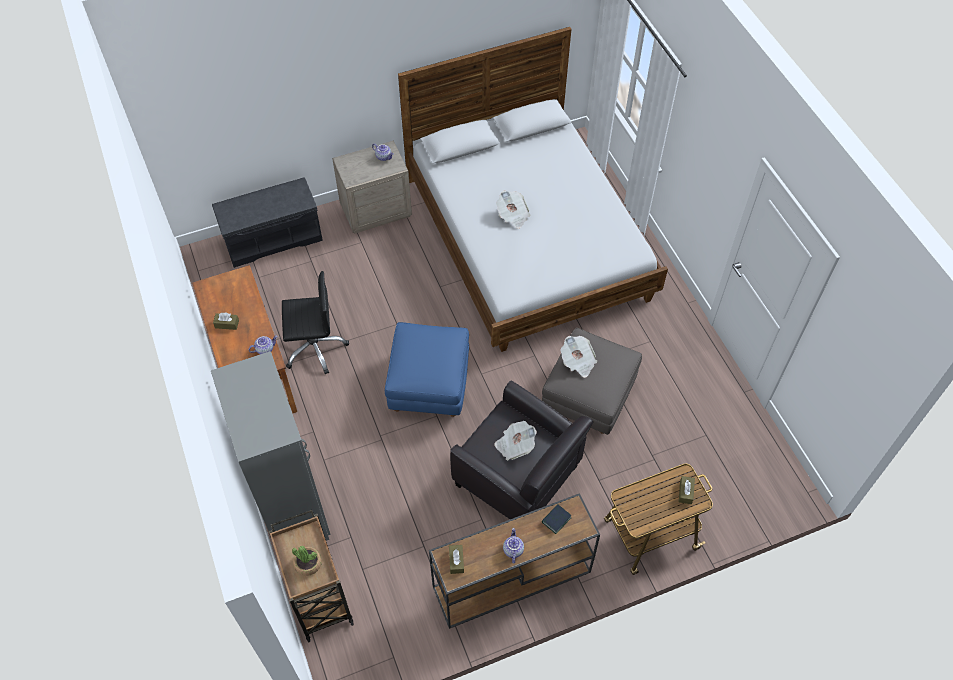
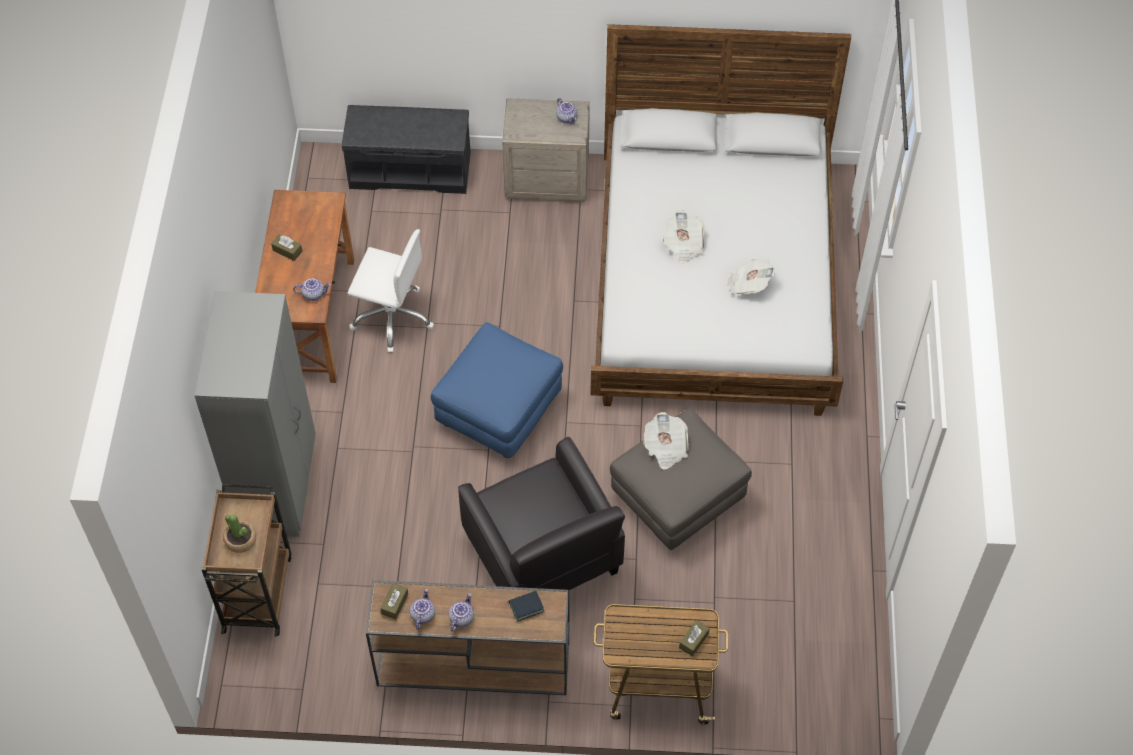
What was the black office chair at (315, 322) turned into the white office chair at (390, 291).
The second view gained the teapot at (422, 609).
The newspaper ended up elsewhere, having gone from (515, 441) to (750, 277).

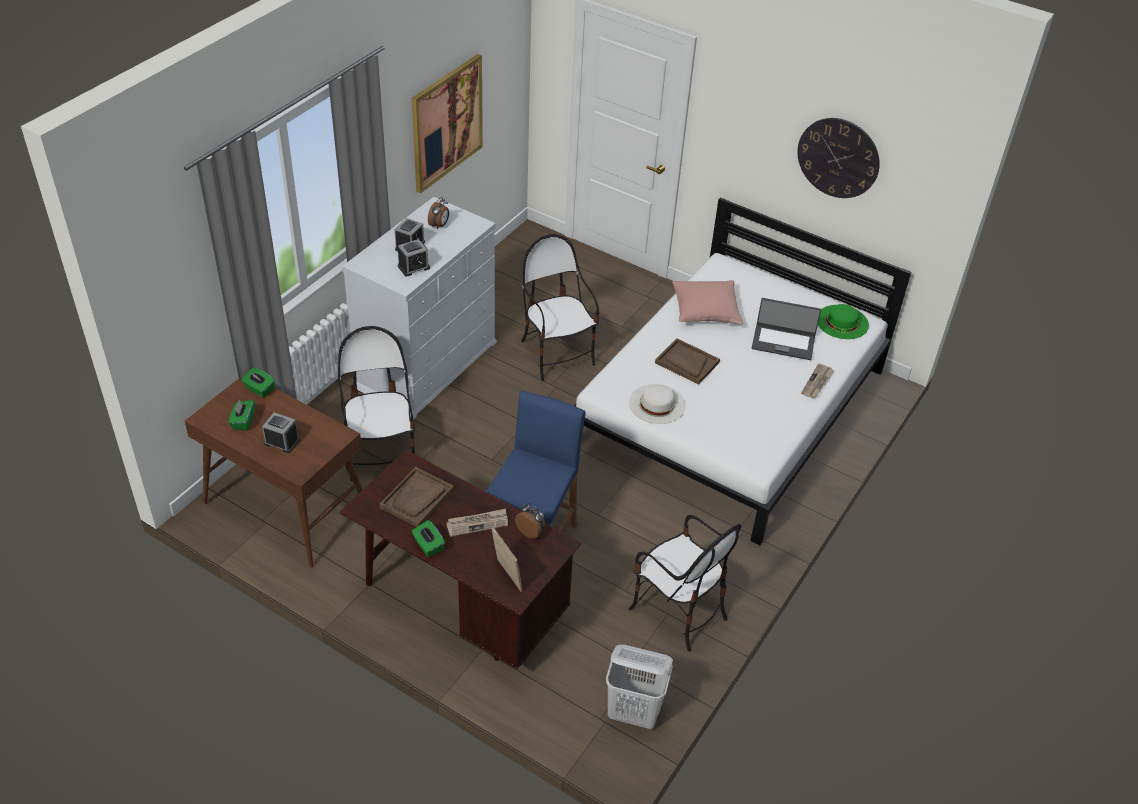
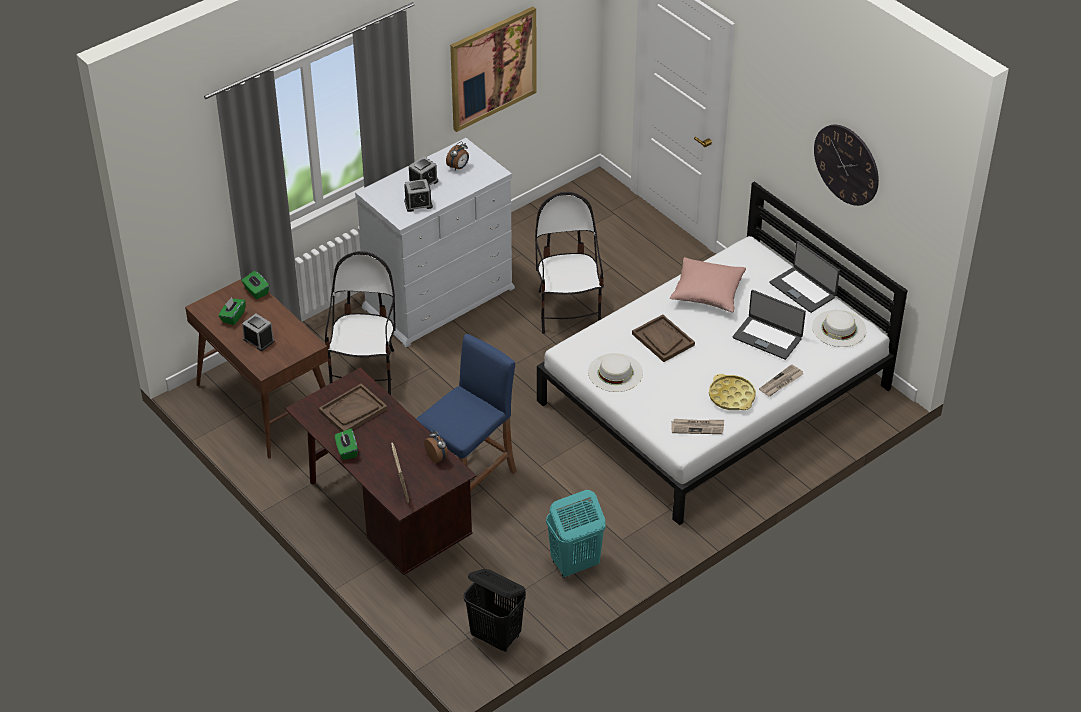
What was the white laundry basket at (639, 687) turned into the black laundry basket at (495, 610).
Where the chair stood at (684, 583), the turquoise laundry basket came to stand at (576, 534).
The newspaper ended up elsewhere, having gone from (477, 523) to (697, 426).
The second view gained the yellow tray at (732, 392).
The second view gained the laptop at (805, 277).
What was the green hat at (843, 321) turned into the white hat at (839, 328).

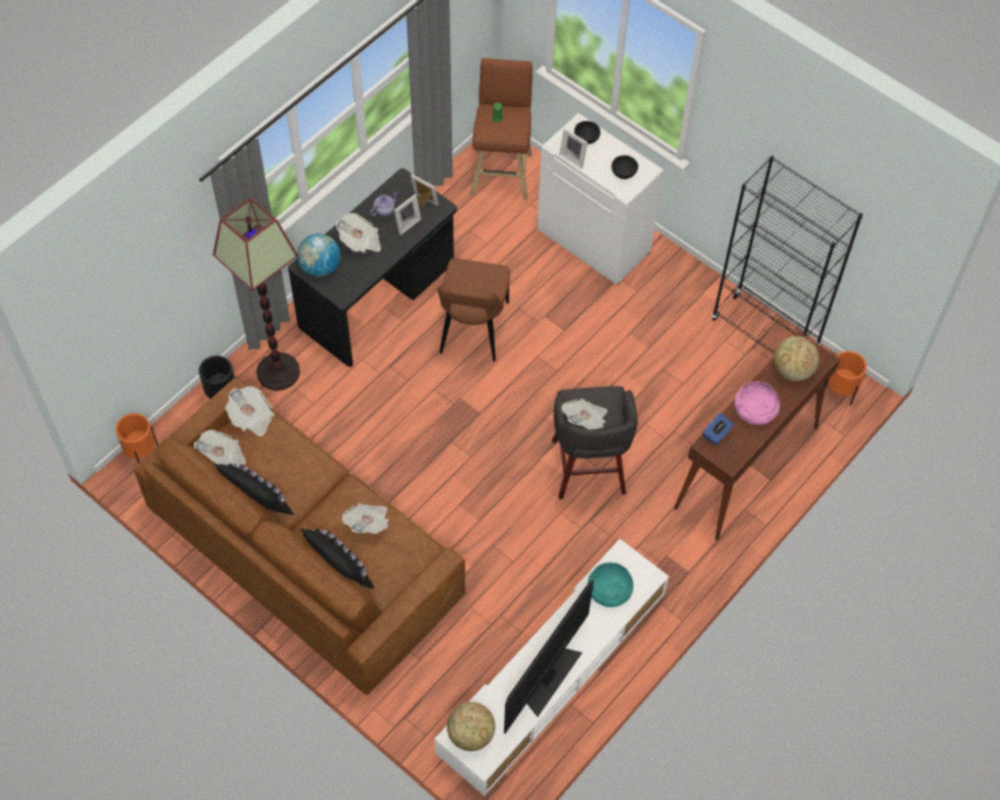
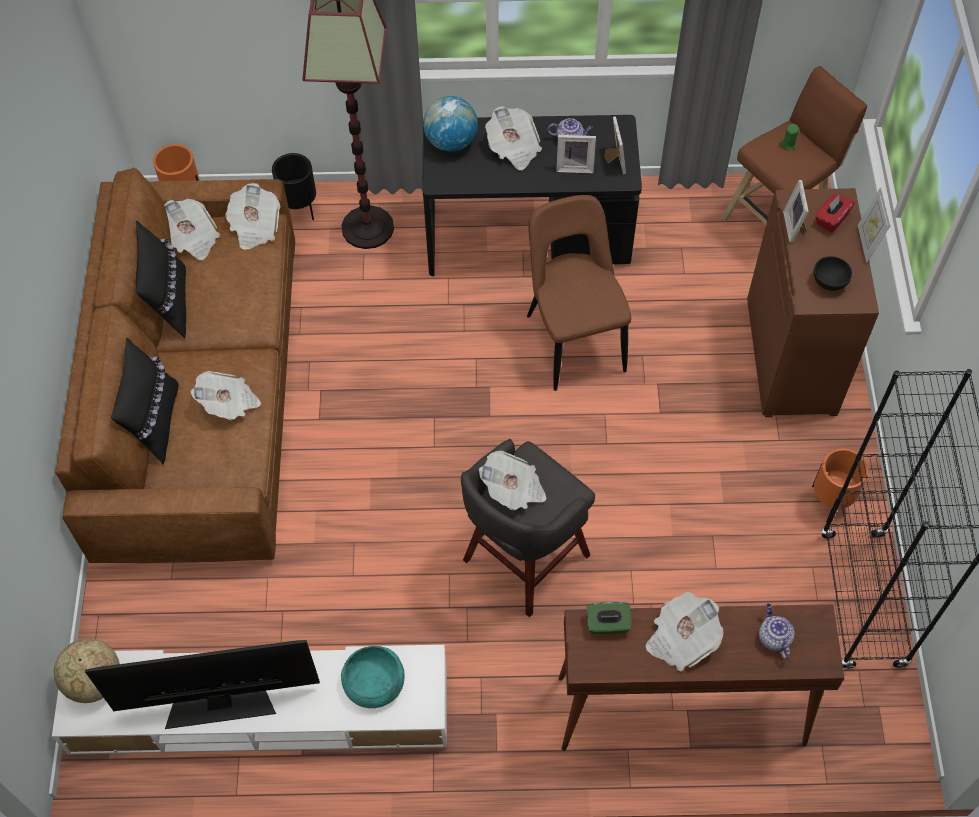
The brown chair at (473, 309) ended up facing another way, 105 degrees clockwise from before.
What was the blue tissue box at (718, 429) turned into the green tissue box at (608, 618).
Where the pink bowl stood at (757, 403), the newspaper came to stand at (684, 632).
What was the white cabinet at (600, 199) turned into the brown cabinet at (813, 302).
Where the globe stood at (796, 358), the teapot came to stand at (777, 631).
The orange planter ended up elsewhere, having gone from (846, 378) to (840, 485).
Where the black bowl stood at (587, 132), the red tissue box came to stand at (835, 213).
The second view gained the picture frame at (874, 225).

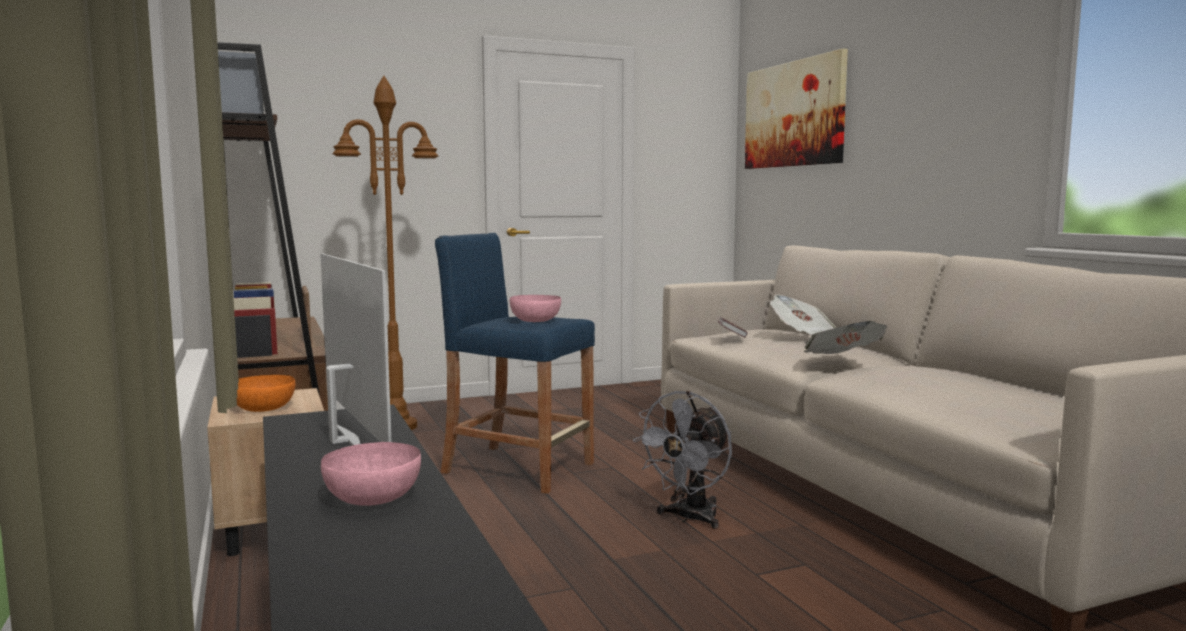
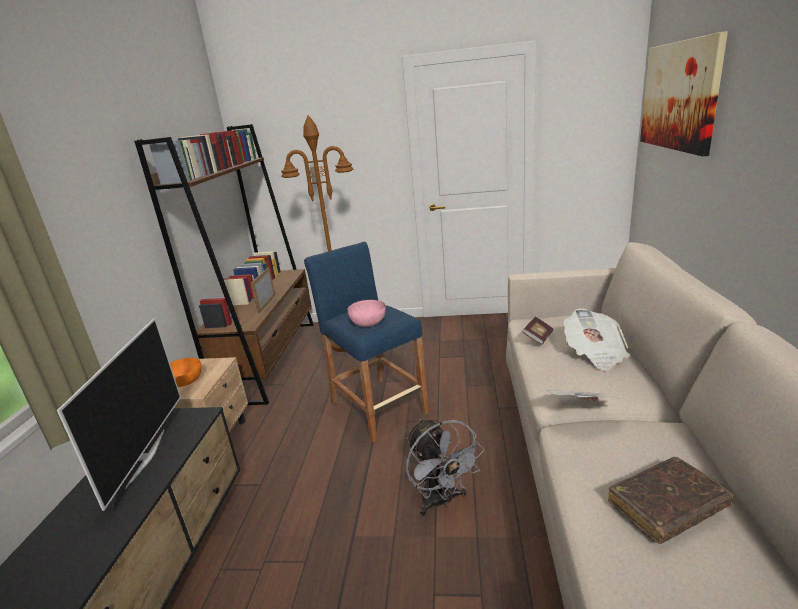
The grey fan at (682, 460) ended up facing another way, 90 degrees counterclockwise from before.
The second view gained the brown book at (670, 500).
The second view lost the pink bowl at (371, 474).

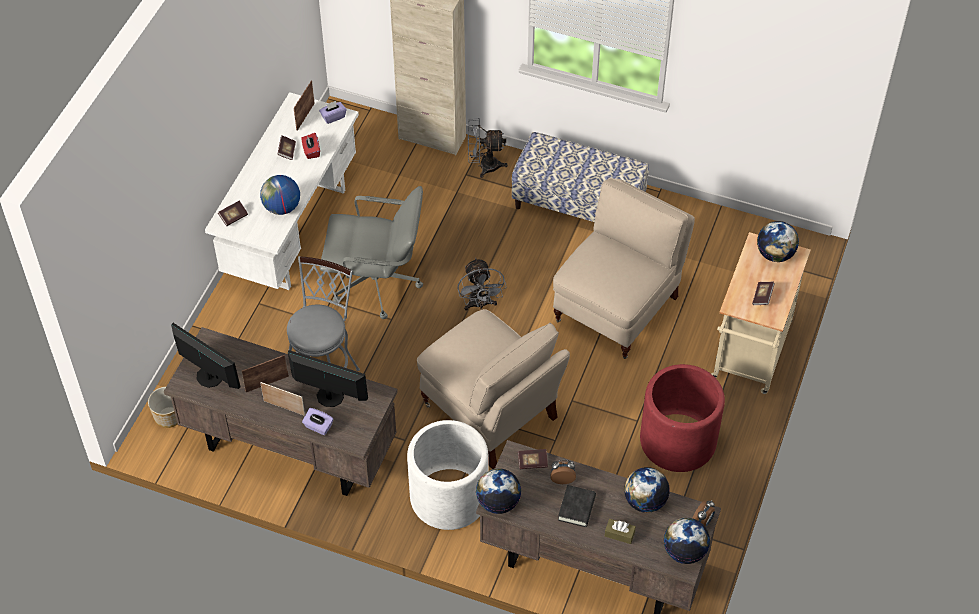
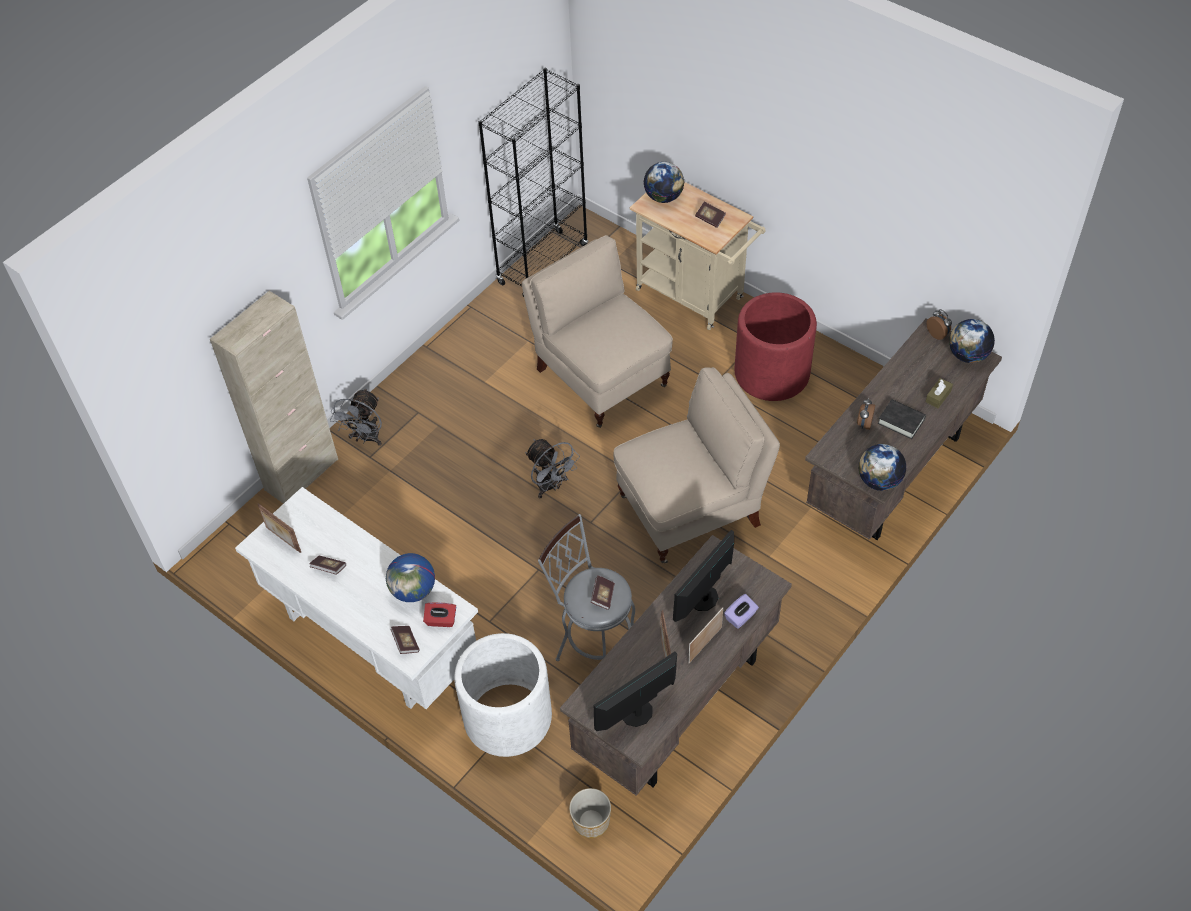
The red tissue box ended up elsewhere, having gone from (311, 146) to (440, 614).
The white planter ended up elsewhere, having gone from (448, 475) to (503, 695).
The second view gained the black bookcase at (533, 182).
The grey fan at (481, 284) ended up facing another way, 45 degrees clockwise from before.
The book ended up elsewhere, having gone from (533, 459) to (603, 592).
The second view lost the purple tissue box at (333, 112).
The second view lost the grey office chair at (371, 252).
The second view lost the bench at (580, 177).
The second view lost the globe at (647, 490).

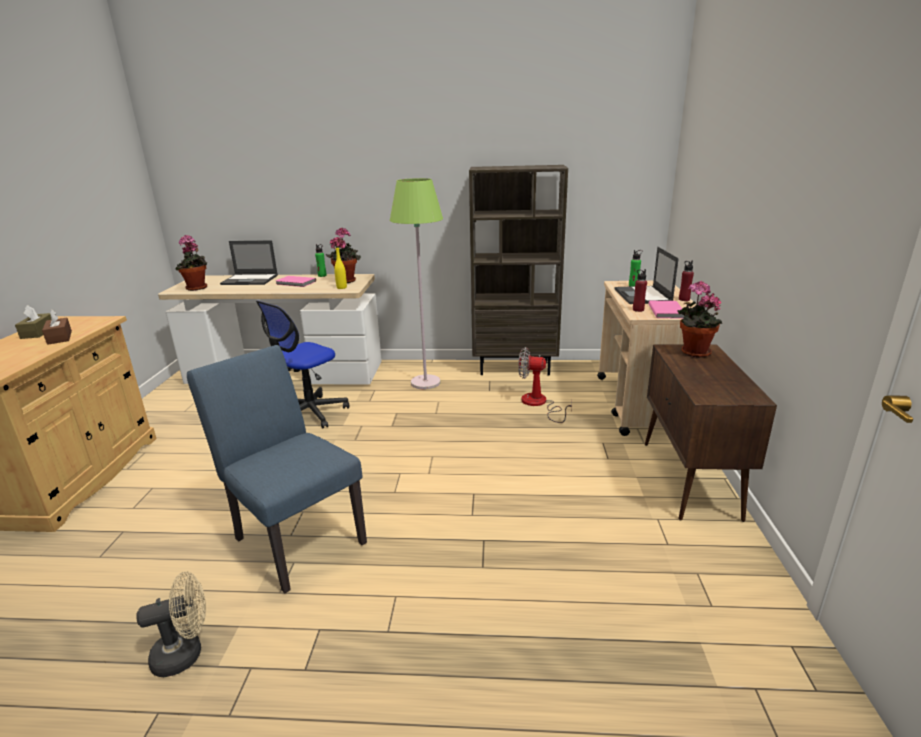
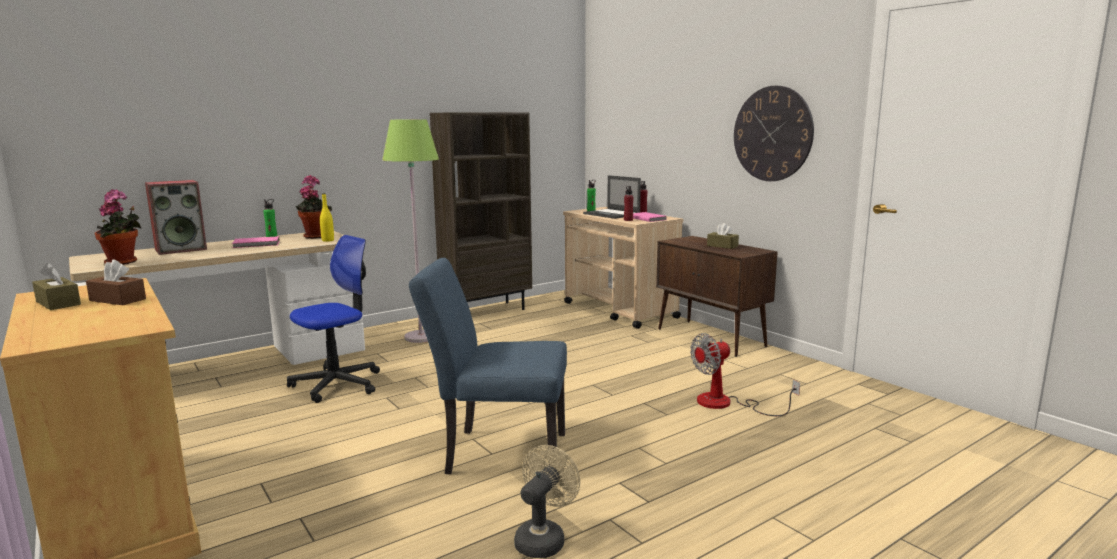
Where the laptop stood at (249, 262), the speaker came to stand at (176, 217).
The office chair at (302, 364) ended up facing another way, 135 degrees counterclockwise from before.
The fan ended up elsewhere, having gone from (545, 385) to (745, 374).
The second view gained the brown tissue box at (723, 236).
The second view gained the wall clock at (774, 133).
The second view lost the potted plant at (700, 319).

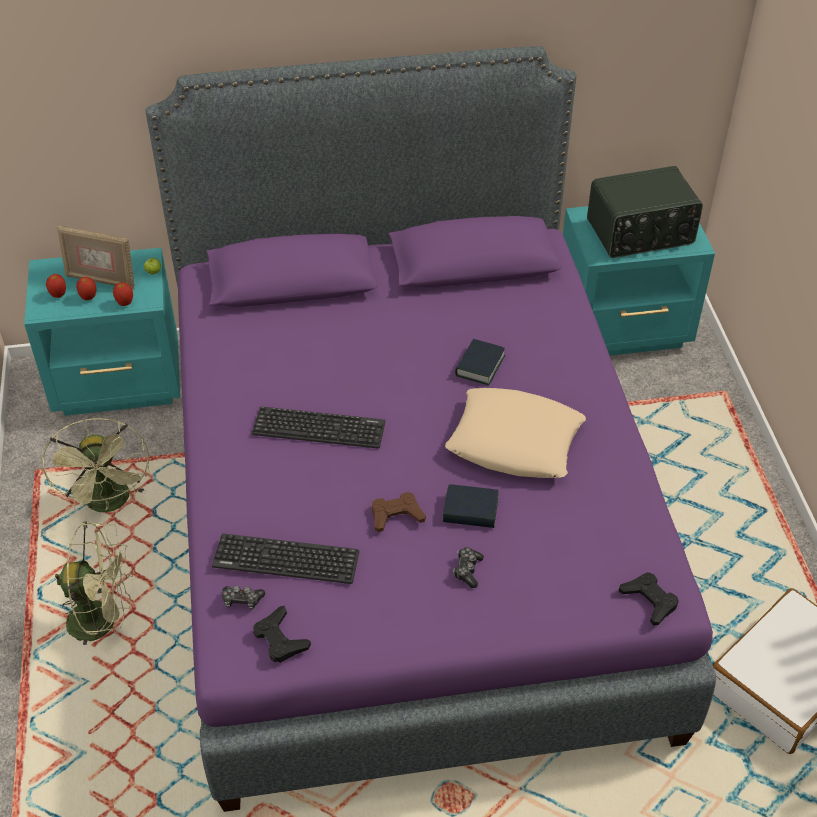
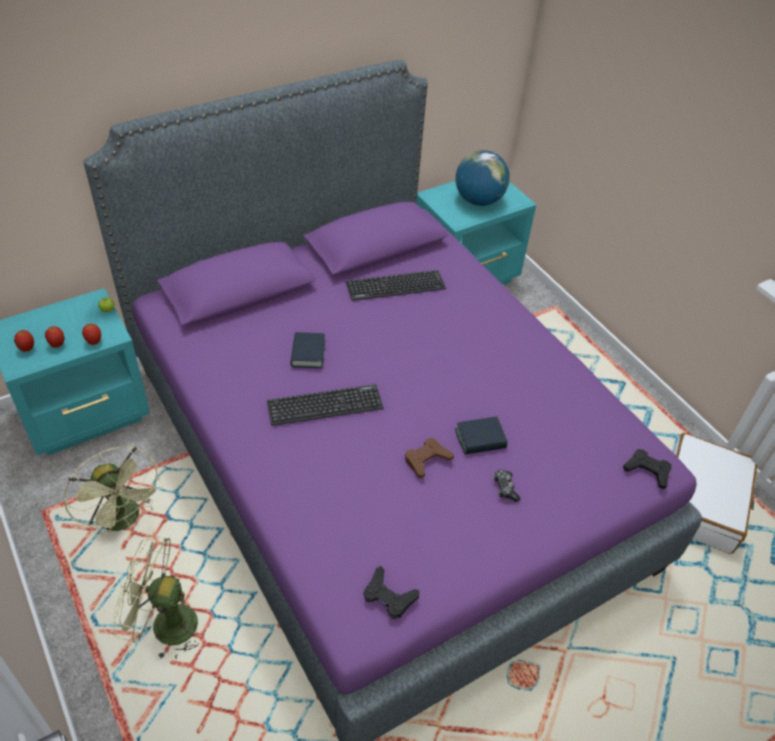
The green fan at (94, 583) ended up facing another way, 150 degrees counterclockwise from before.
The book ended up elsewhere, having gone from (480, 362) to (308, 350).
The keyboard ended up elsewhere, having gone from (285, 558) to (396, 285).
Where the radio stood at (645, 212), the globe came to stand at (482, 178).
The second view lost the picture frame at (96, 257).
The second view lost the game controller at (243, 597).
The second view lost the beige pillow at (515, 433).

